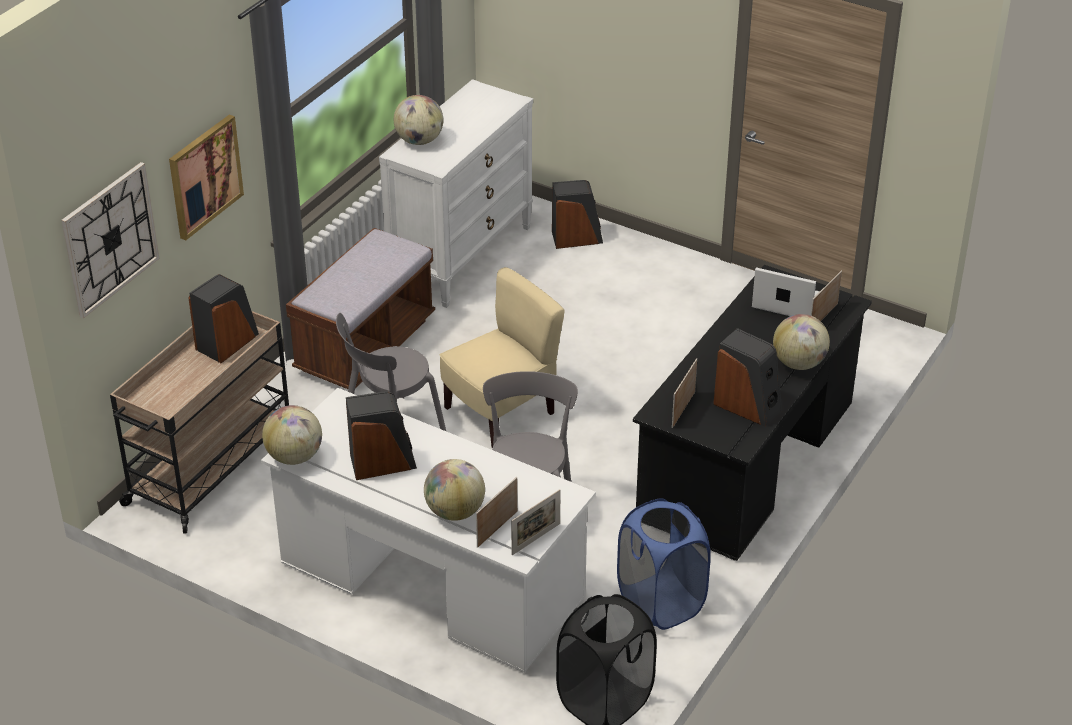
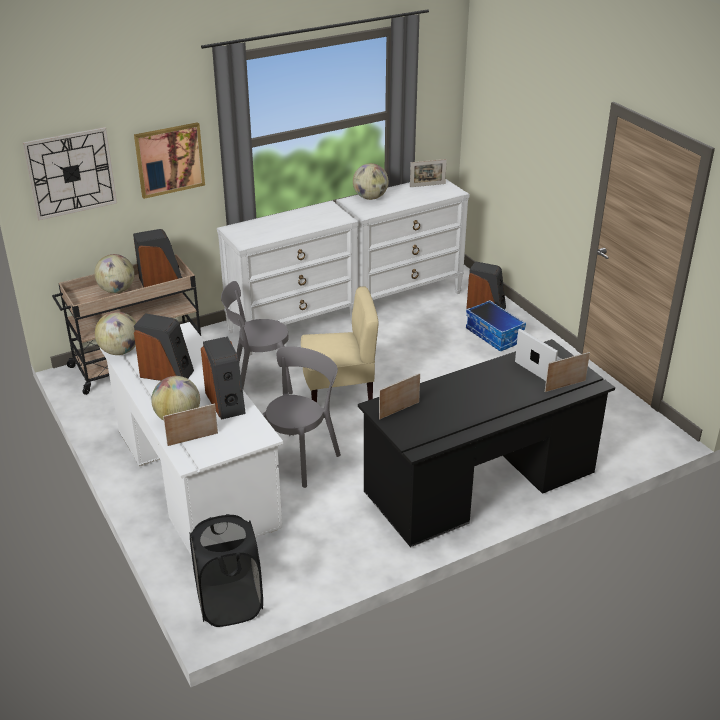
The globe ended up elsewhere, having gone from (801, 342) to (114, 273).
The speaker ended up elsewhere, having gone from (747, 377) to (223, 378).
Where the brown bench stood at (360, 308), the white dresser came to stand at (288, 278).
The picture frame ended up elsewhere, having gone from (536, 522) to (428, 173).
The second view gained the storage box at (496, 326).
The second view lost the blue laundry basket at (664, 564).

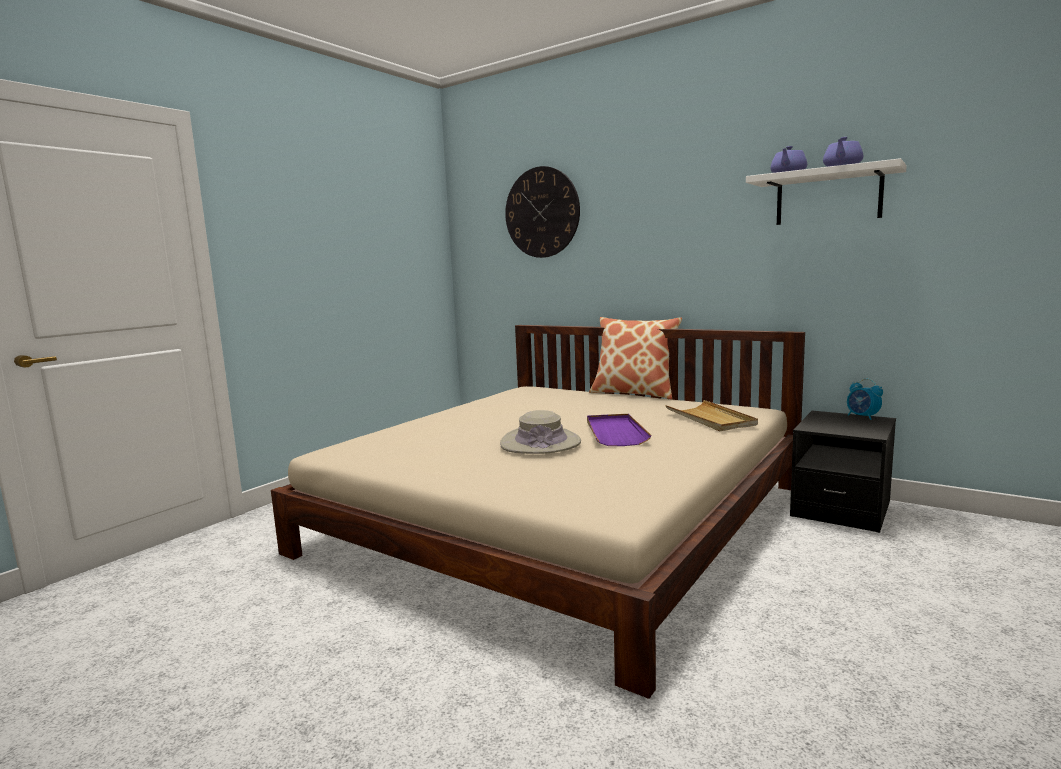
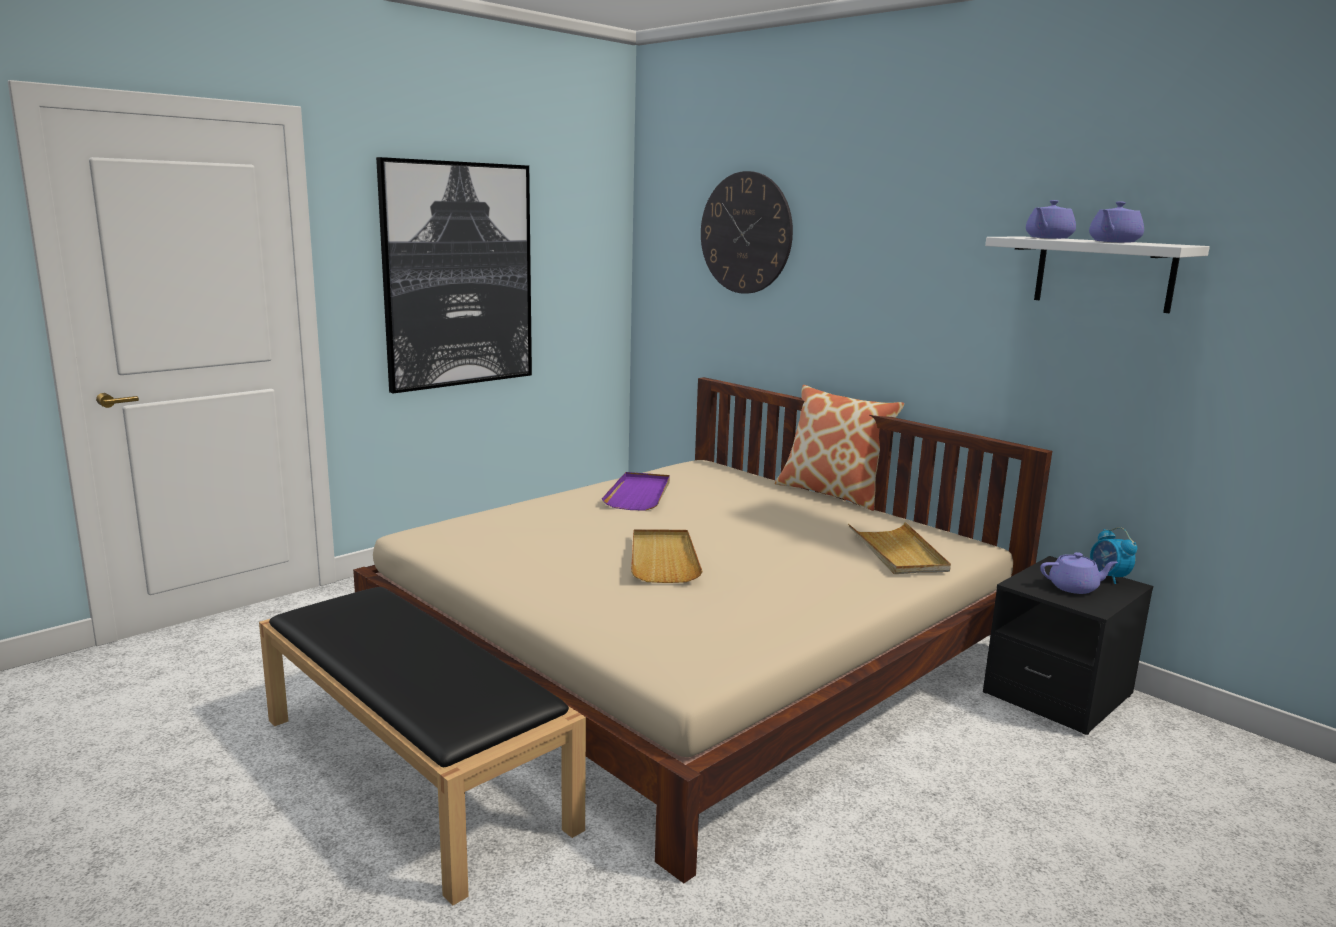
The second view gained the black bench at (422, 746).
The second view gained the picture at (454, 275).
The purple tray ended up elsewhere, having gone from (619, 430) to (636, 491).
Where the beige hat stood at (540, 432), the beige tray came to stand at (667, 556).
The second view gained the purple teapot at (1079, 573).

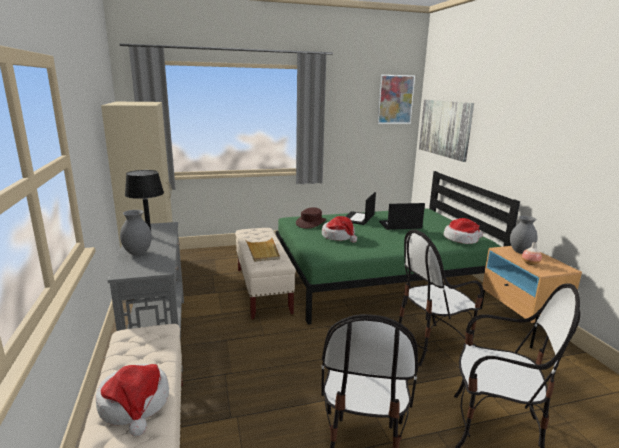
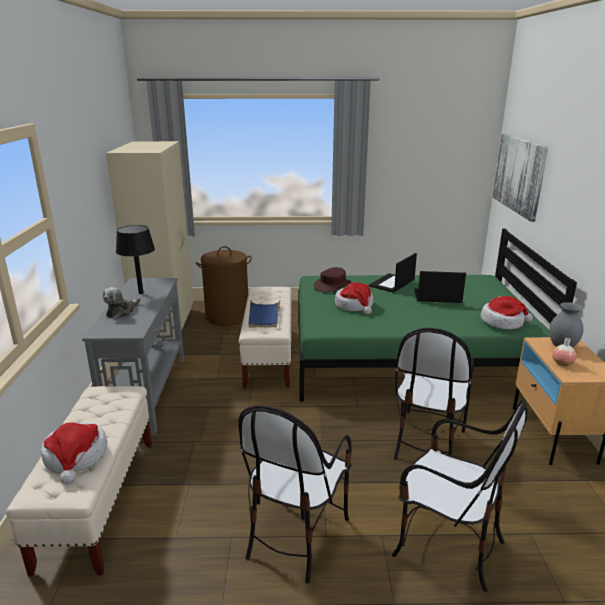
Where the grey vase stood at (136, 232), the plush toy came to stand at (121, 303).
The second view gained the brown laundry basket at (224, 286).
What was the beige tray at (262, 250) turned into the blue tray at (264, 313).
The chair at (441, 297) ended up facing another way, 60 degrees counterclockwise from before.
The second view lost the picture at (396, 99).

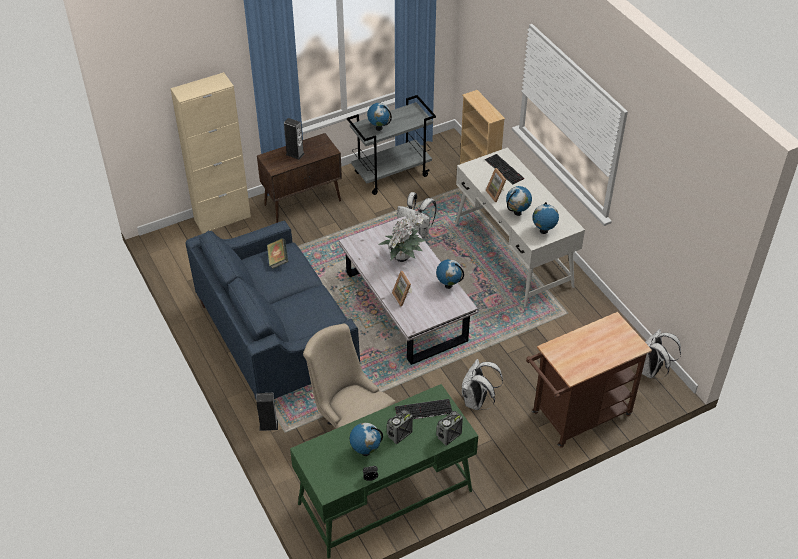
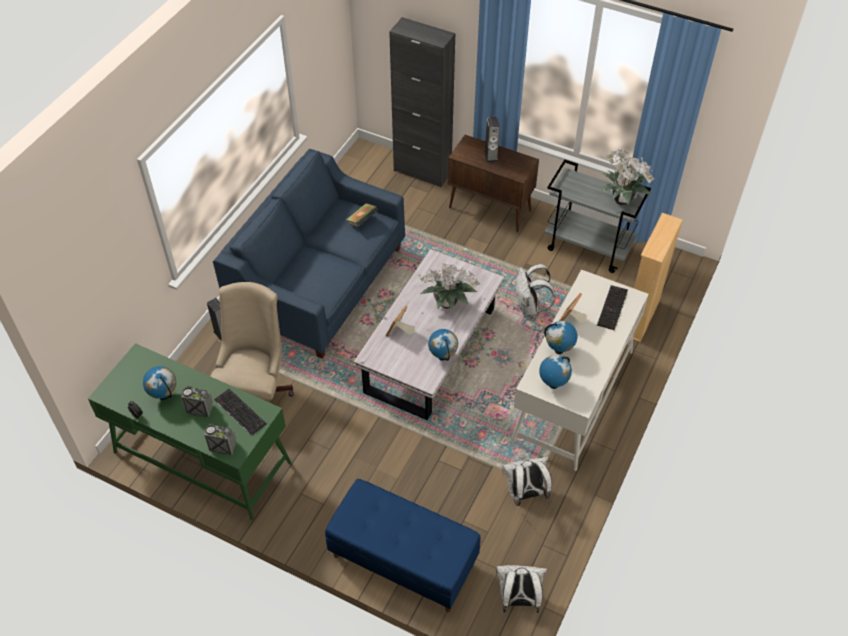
Where the brown cart stood at (589, 380), the blue bench came to stand at (403, 545).
What was the beige cabinet at (210, 153) turned into the black cabinet at (422, 102).
The white backpack ended up elsewhere, having gone from (482, 384) to (527, 481).
The second view gained the potted plant at (627, 176).
The second view lost the globe at (379, 117).

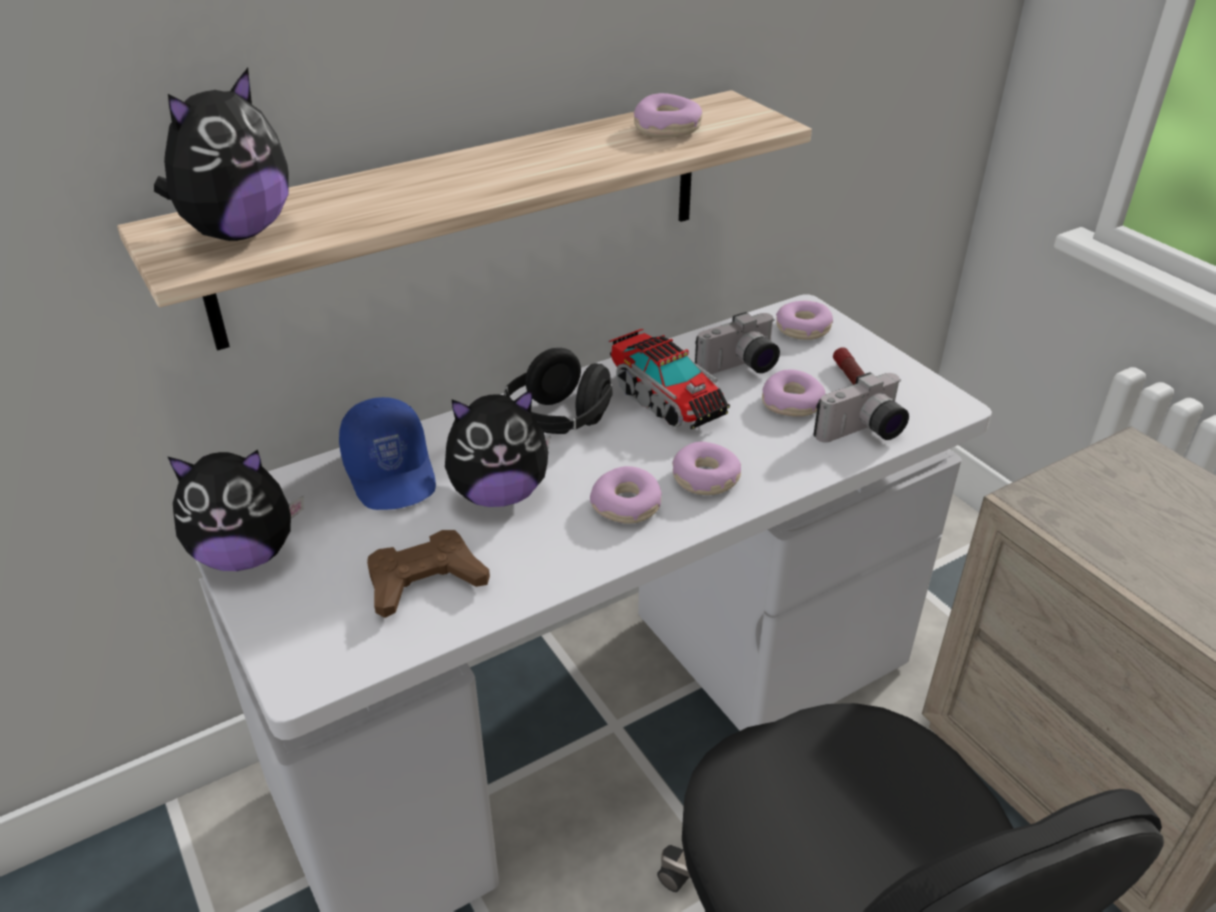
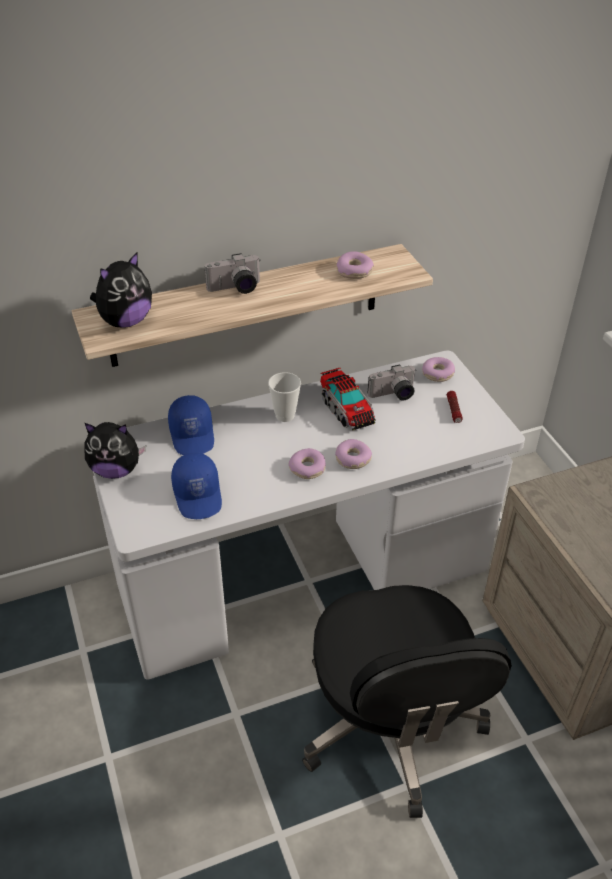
Where the brown game controller stood at (428, 574), the blue cap came to stand at (196, 486).
The photo camera ended up elsewhere, having gone from (861, 407) to (233, 273).
Where the black headphones stood at (558, 391), the cup came to stand at (284, 397).
The second view lost the plush toy at (498, 448).
The second view lost the donut at (794, 393).

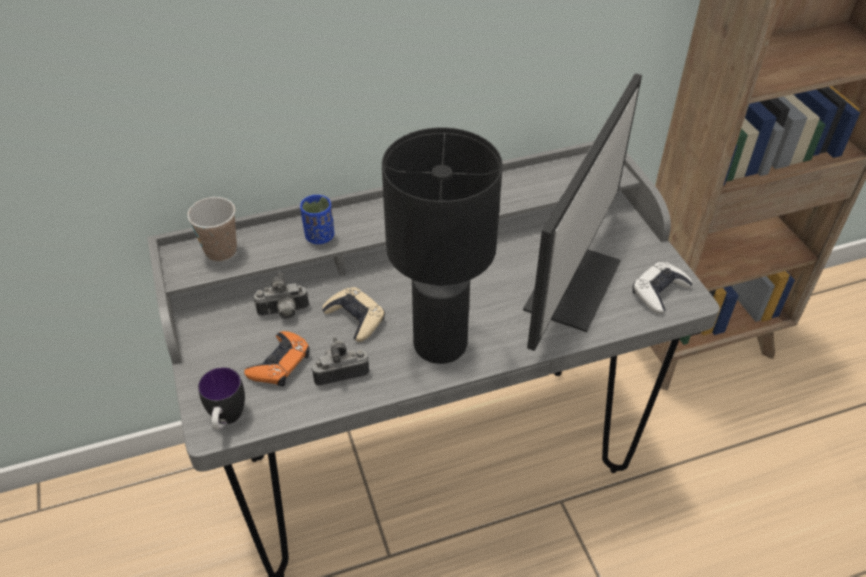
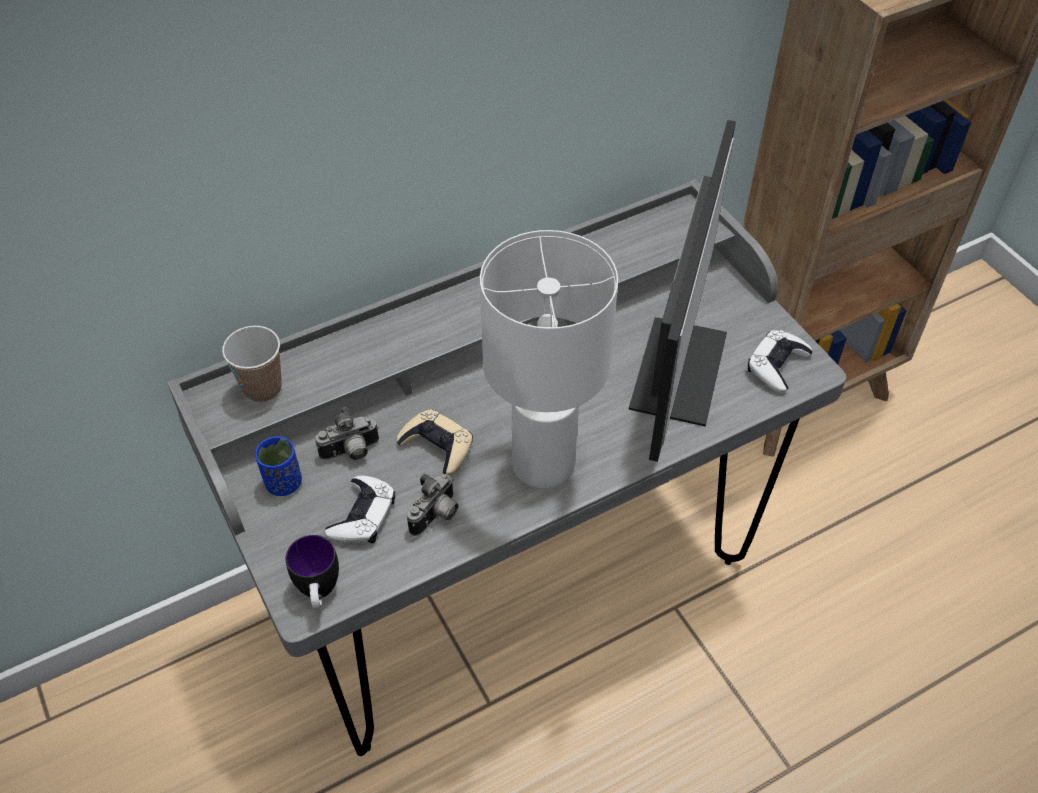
The blue cup ended up elsewhere, having gone from (317, 219) to (278, 466).
What was the orange game controller at (277, 359) turned into the white game controller at (360, 509).
The photo camera at (340, 361) ended up facing another way, 150 degrees clockwise from before.
What was the black table lamp at (442, 245) turned into the white table lamp at (549, 359).

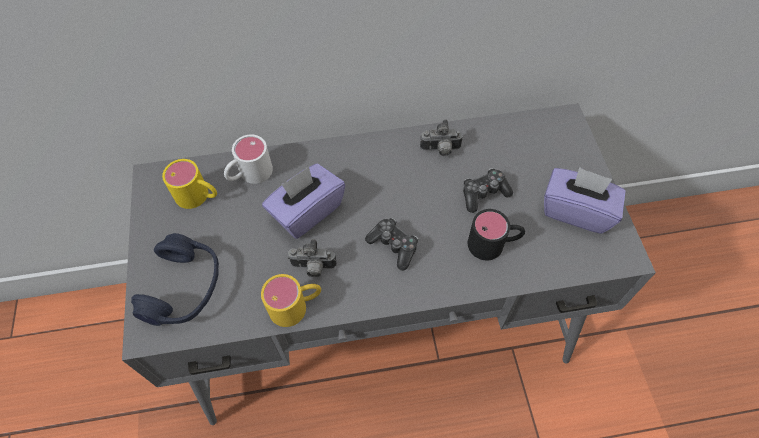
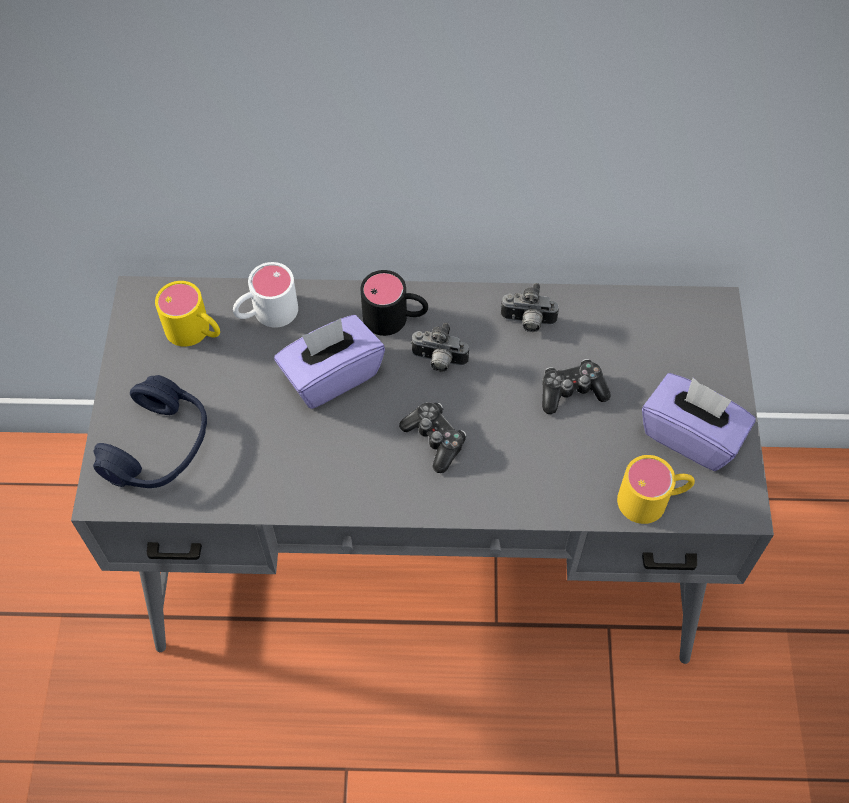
The black mug ended up elsewhere, having gone from (496, 234) to (394, 303).
The photo camera ended up elsewhere, having gone from (312, 258) to (439, 347).
The yellow mug ended up elsewhere, having gone from (291, 300) to (656, 489).

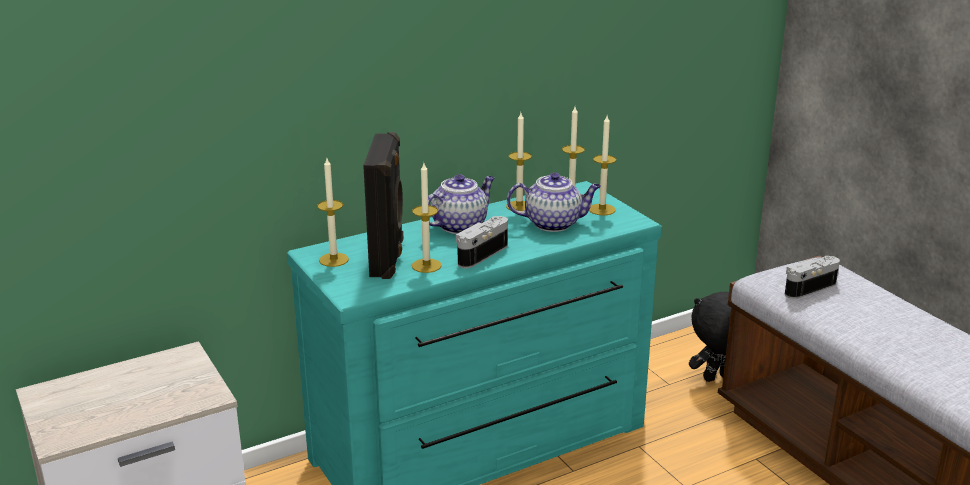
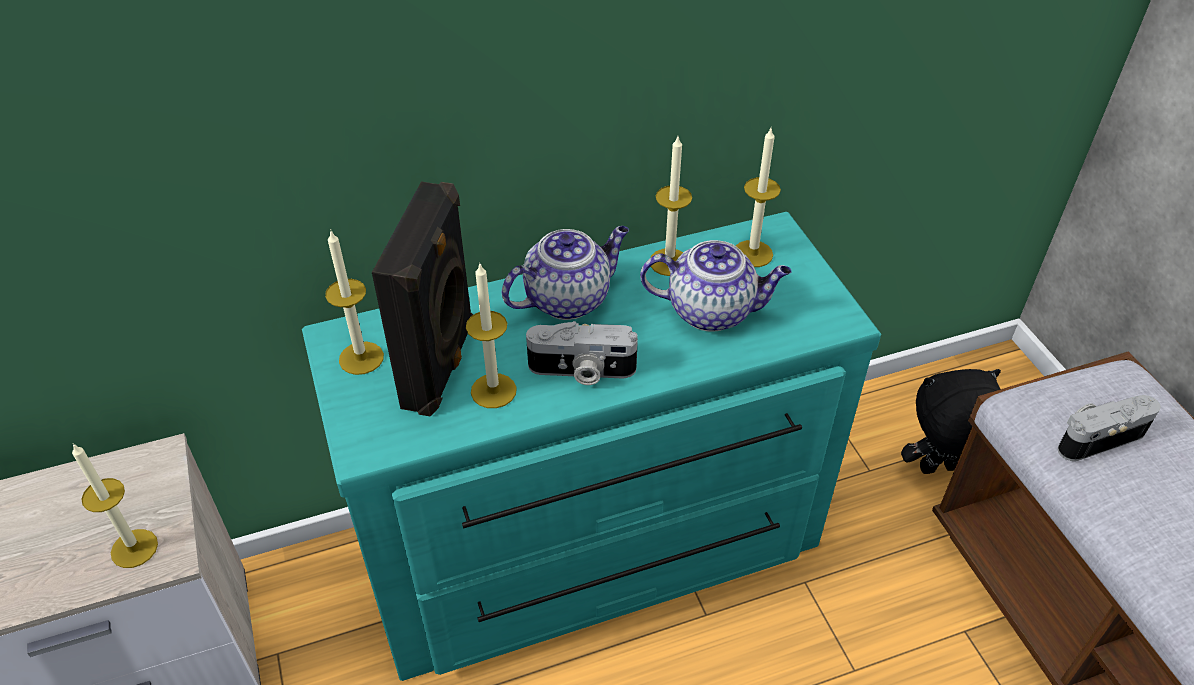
The candle ended up elsewhere, having gone from (602, 166) to (115, 505).
The photo camera at (482, 242) ended up facing another way, 135 degrees counterclockwise from before.

